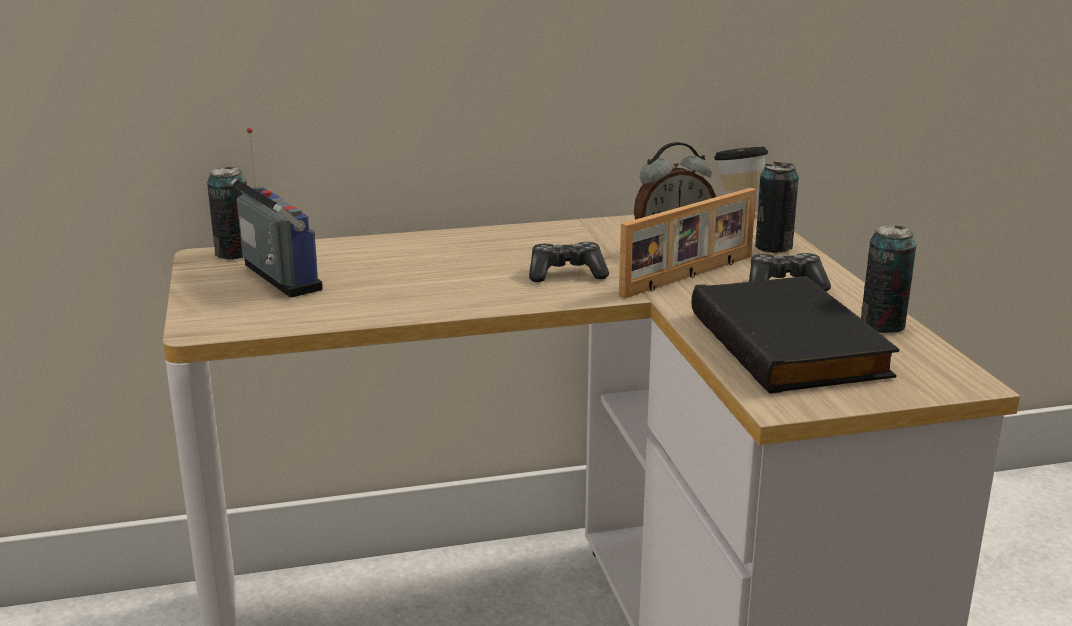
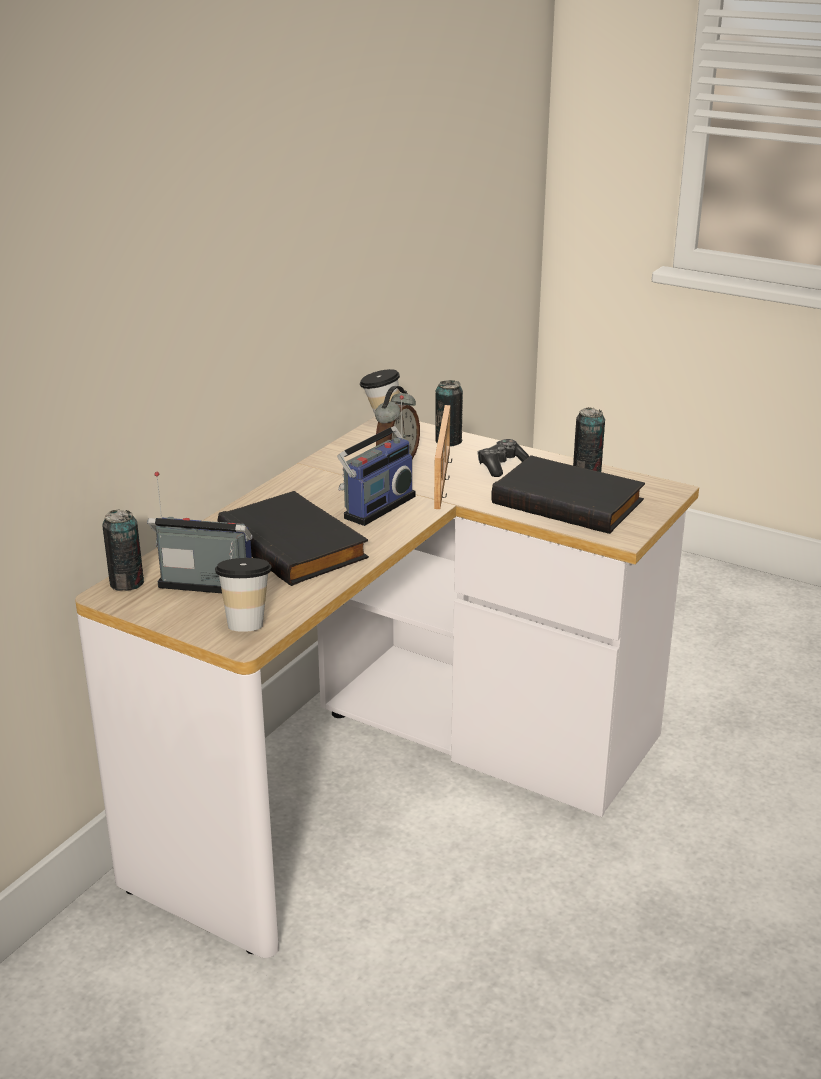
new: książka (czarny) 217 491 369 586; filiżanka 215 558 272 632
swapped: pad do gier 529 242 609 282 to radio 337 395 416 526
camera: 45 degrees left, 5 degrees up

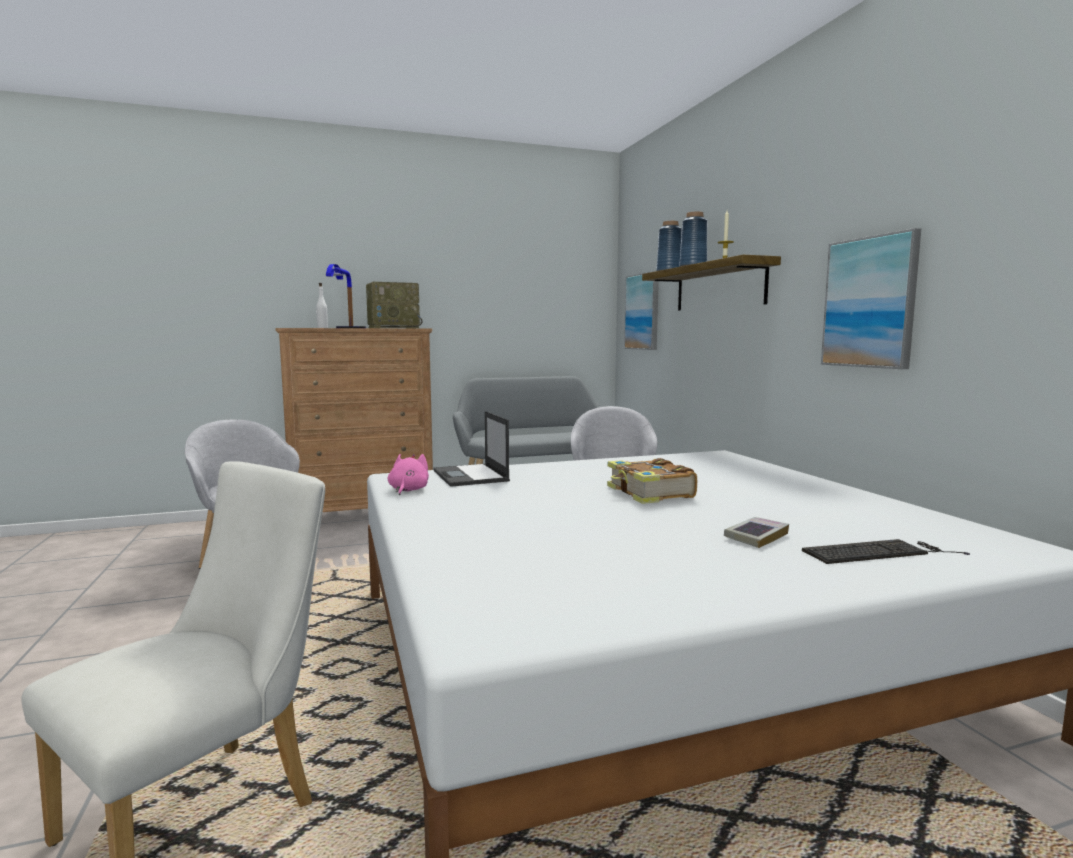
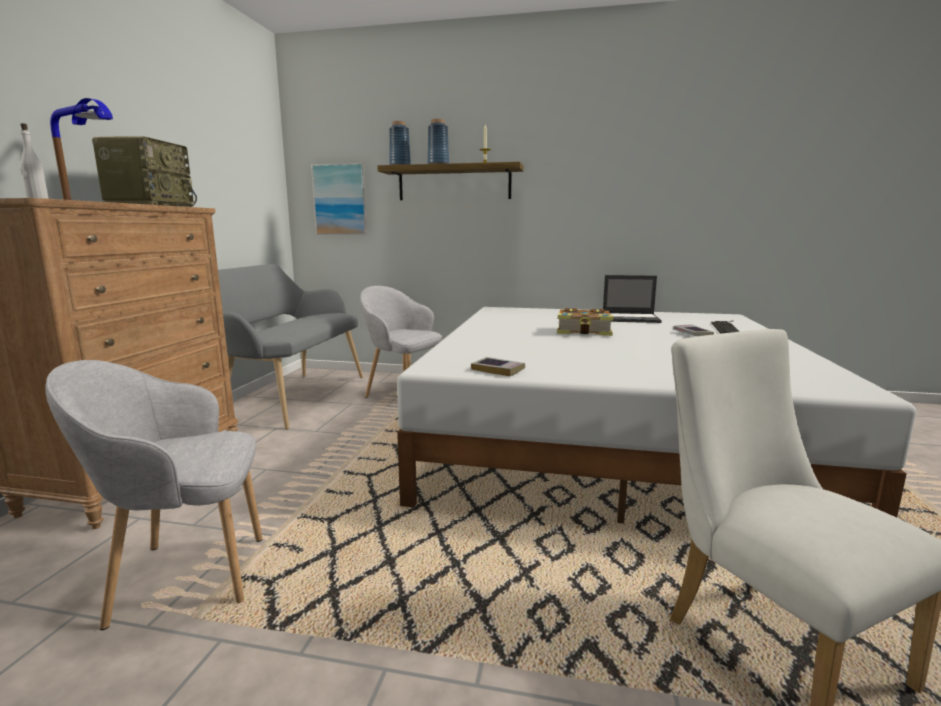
gone: obraz 821 228 921 369
shifted: laptop 433 411 510 487 to 603 275 662 323
swapped: pluszak (różowy) 388 454 429 495 to książka 471 357 525 376
camera: 60 degrees left, 5 degrees up

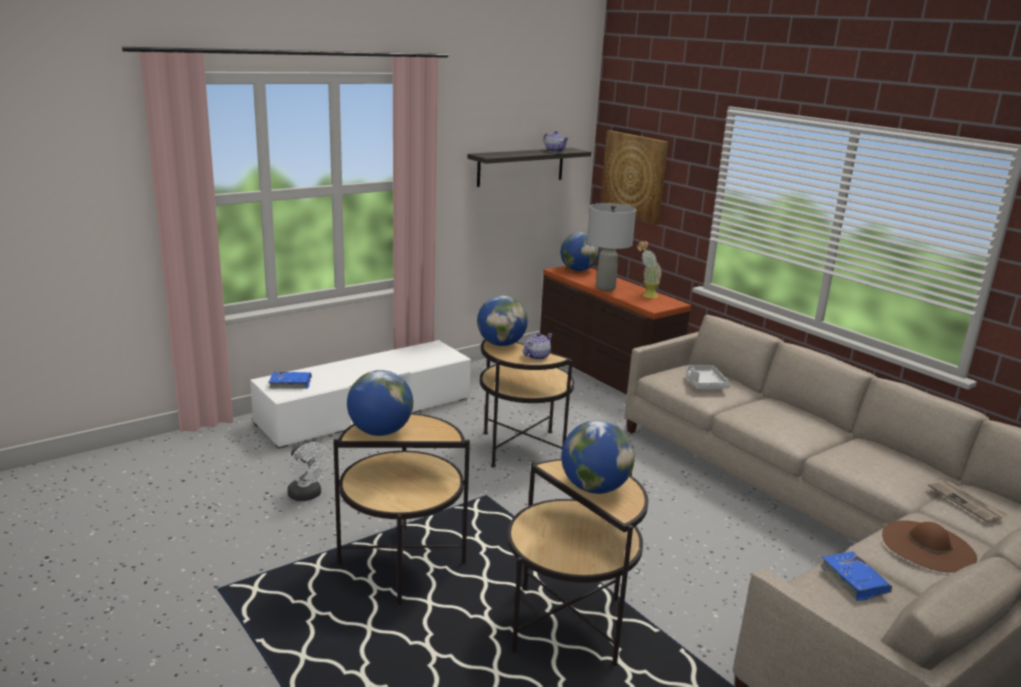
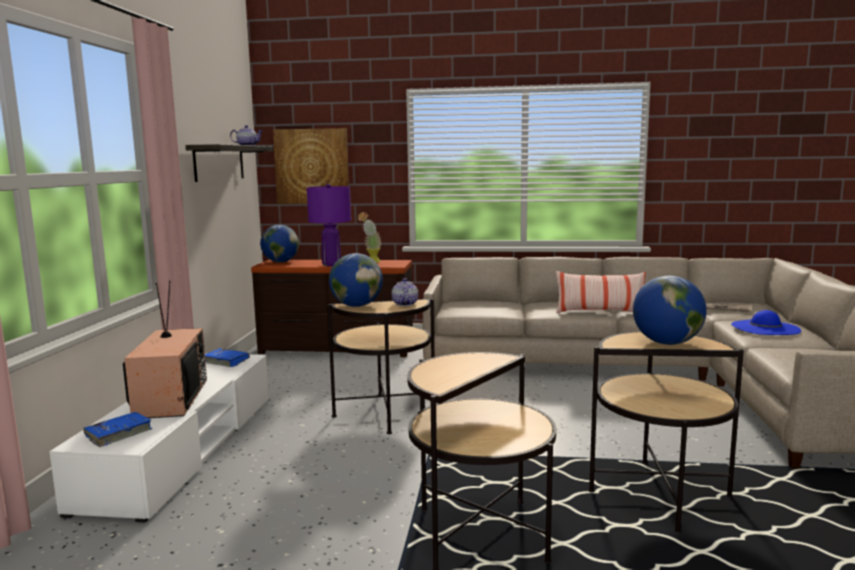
gone: taca (szary) 686 365 730 389; globus 347 370 413 436; wentylator (biały) 287 442 331 501
new: poduszka 556 271 646 313; telewizor 123 281 207 418
shifted: książka (niebieski) 821 551 892 601 to 205 348 250 367
repainted: lampa stołowa (szary) 587 203 636 291 to lampa stołowa (fioletowy) 307 184 351 267; kapelusz (brązowy) 882 520 977 573 to kapelusz (niebieski) 731 310 801 335
camera: 45 degrees left, 10 degrees down

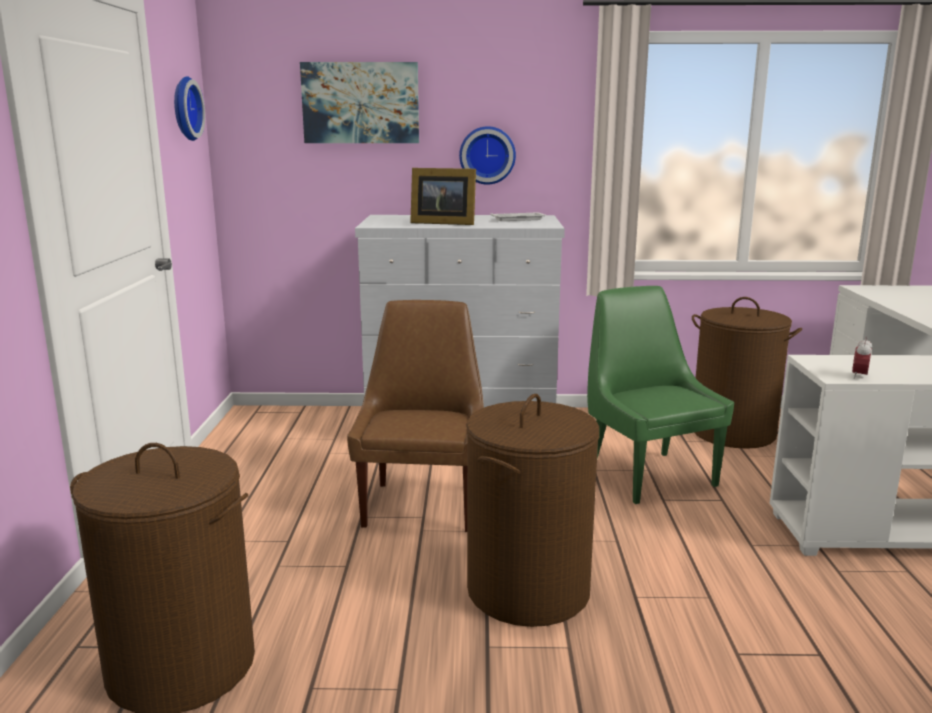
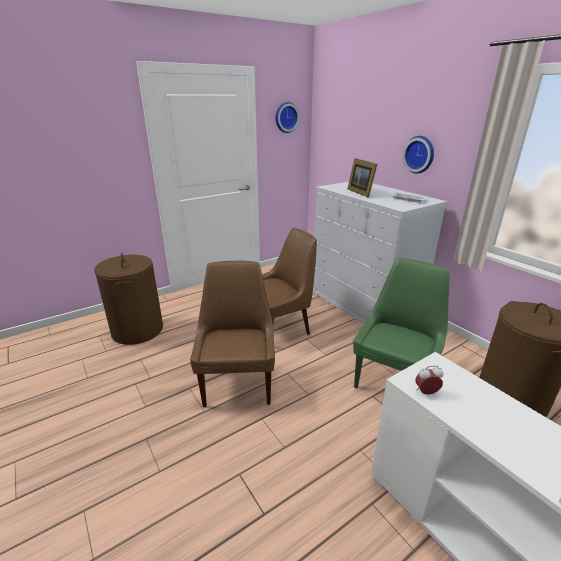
gone: obraz 300 62 419 143
swapped: kosz na pranie (brązowy) 466 394 599 627 to krzesło (brązowy) 190 261 275 407
camera: 55 degrees right, 10 degrees up

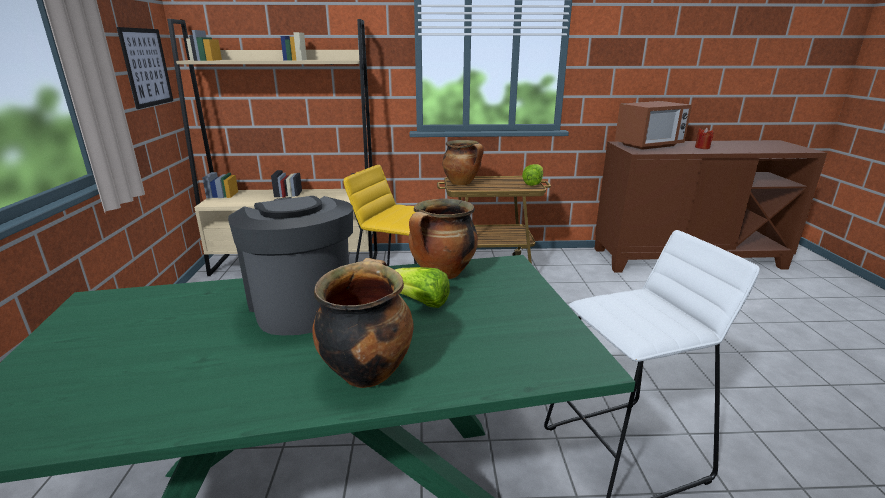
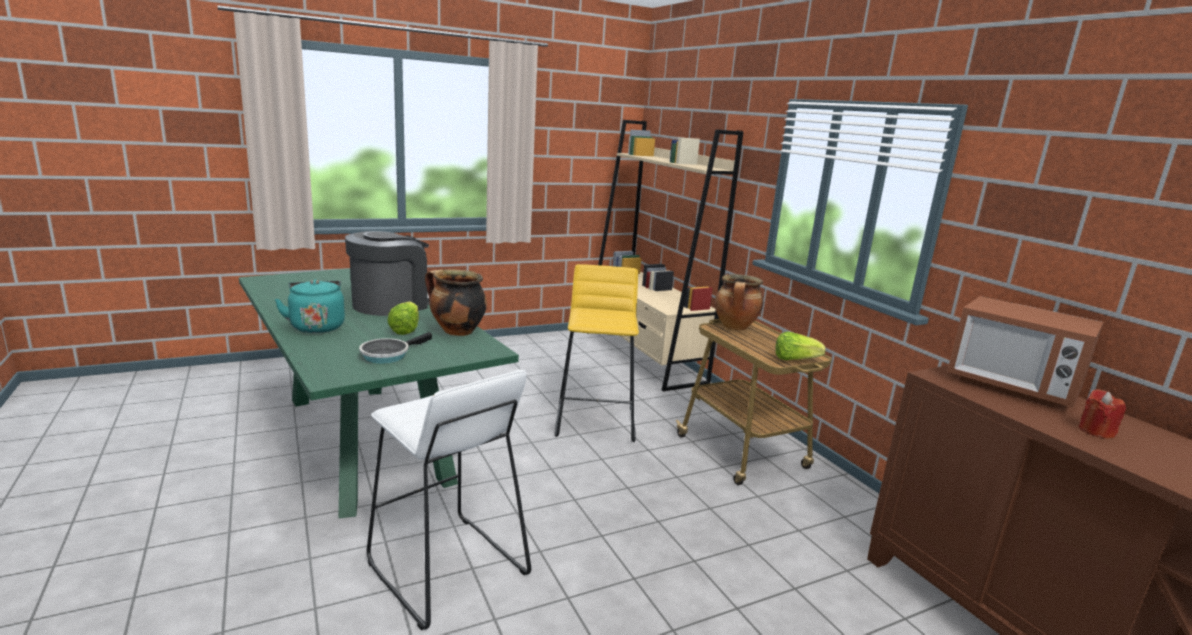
gone: obraz 117 27 173 109
new: patelnia 359 332 432 364
swapped: garnek 312 258 413 388 to czajnik (turkusowy) 274 279 345 333
camera: 65 degrees right, 5 degrees down

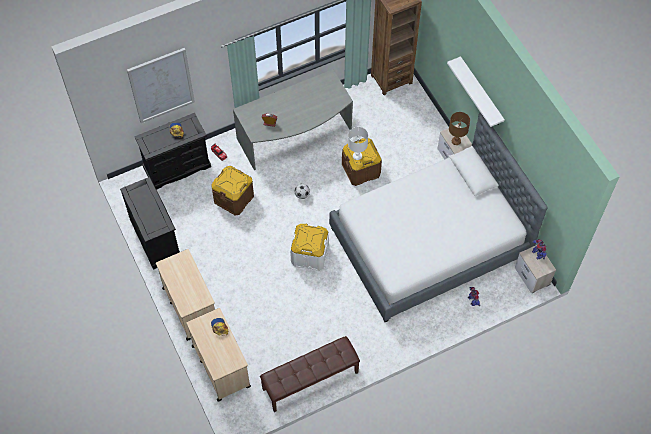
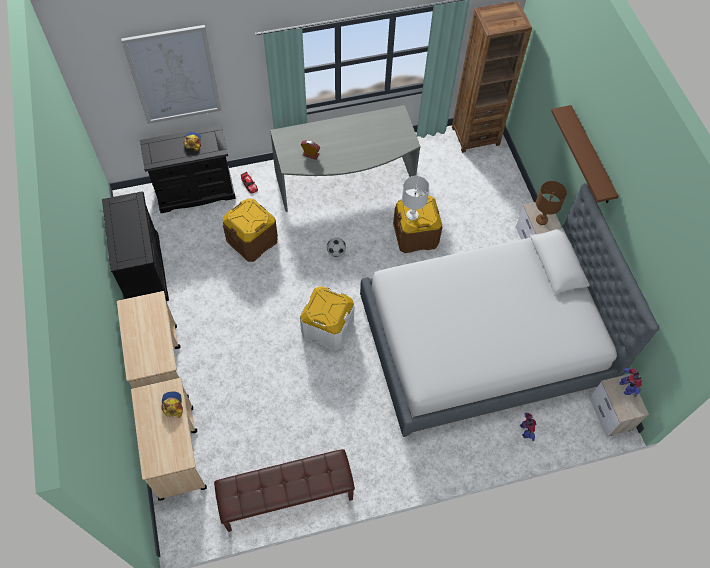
repainted: półka (biały) 447 56 505 127 to półka (brązowy) 551 105 618 203
camera: 10 degrees right, 0 degrees up

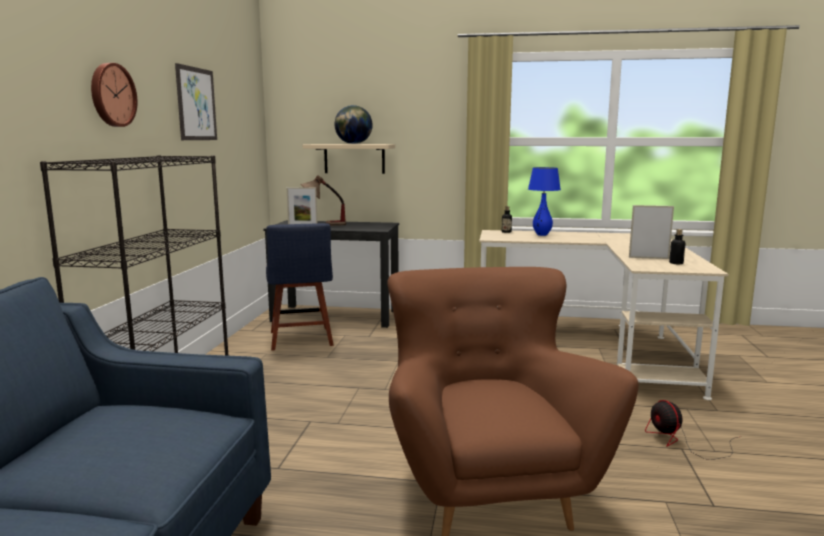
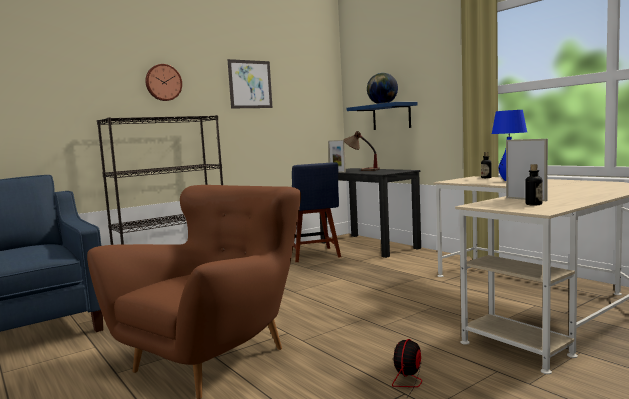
repainted: półka (beżowy) 303 144 395 174 to półka (niebieski) 347 102 418 130
rotated: krzesło (niebieski) 266 223 334 351 = 292 162 341 262 45 degrees counterclockwise
camera: 45 degrees right, 5 degrees down

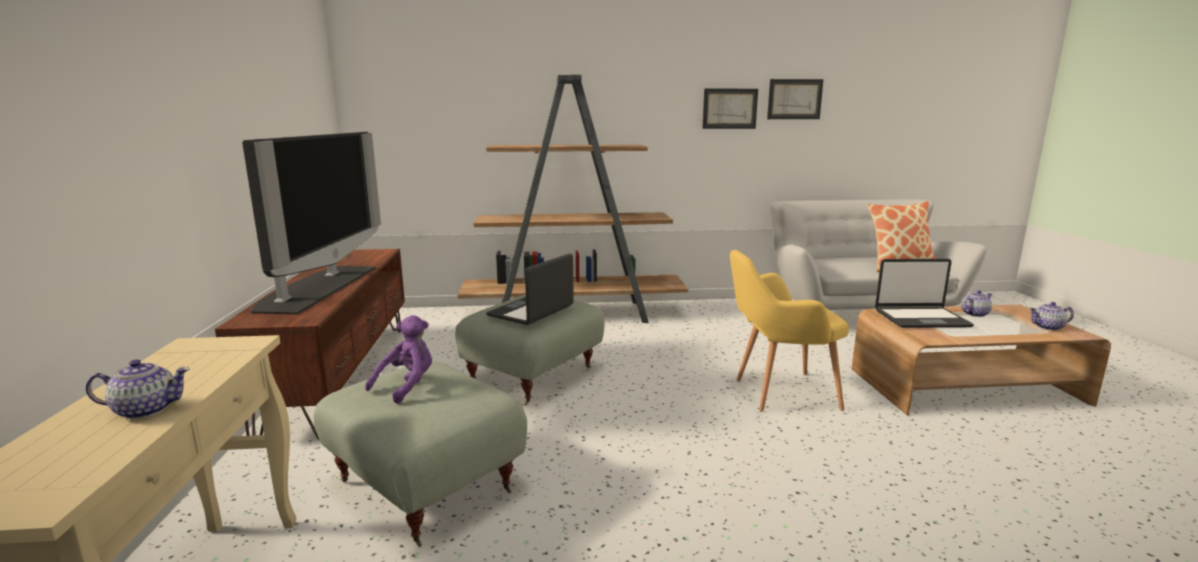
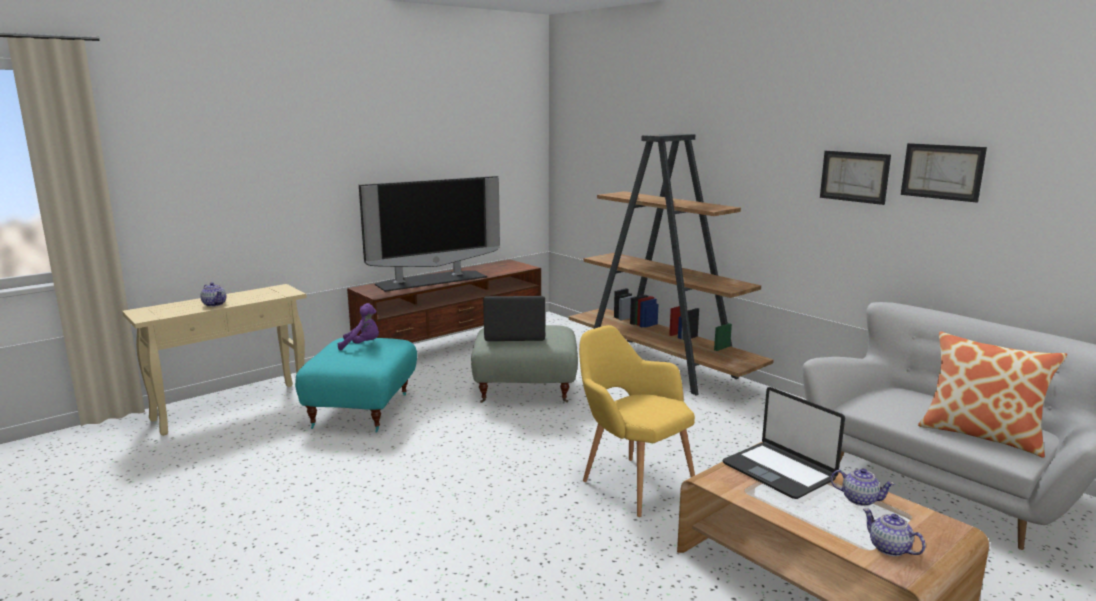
repainted: pufa (szary) 314 361 527 547 to pufa (turkusowy) 295 338 417 433
camera: 55 degrees right, 0 degrees up

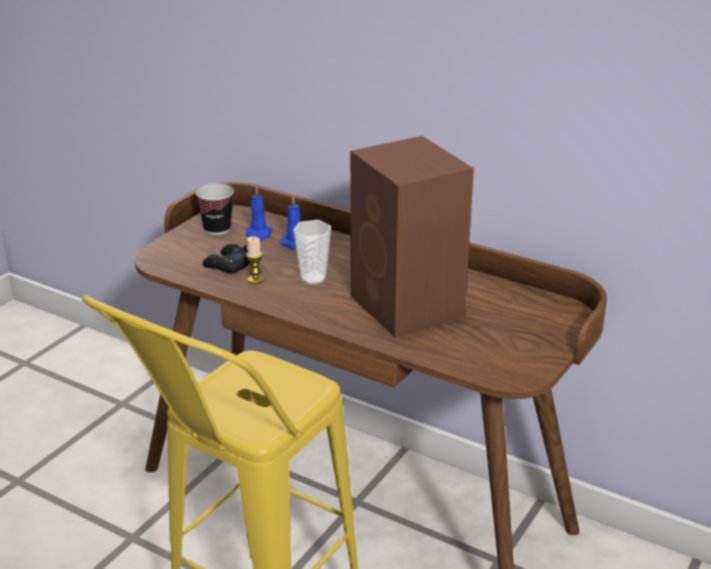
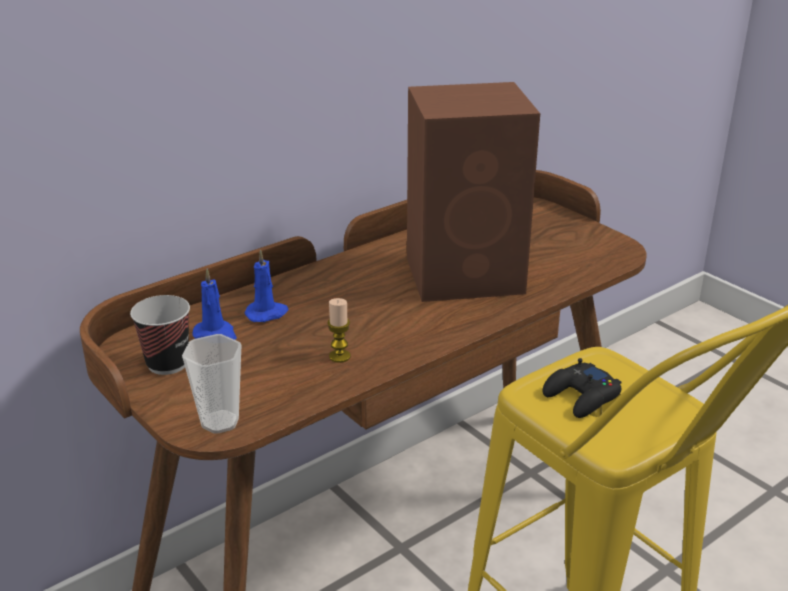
shifted: filiżanka 293 220 331 285 to 182 334 242 434; pad do gier (czarny) 202 244 251 274 to 543 358 622 418
camera: 70 degrees left, 0 degrees up

